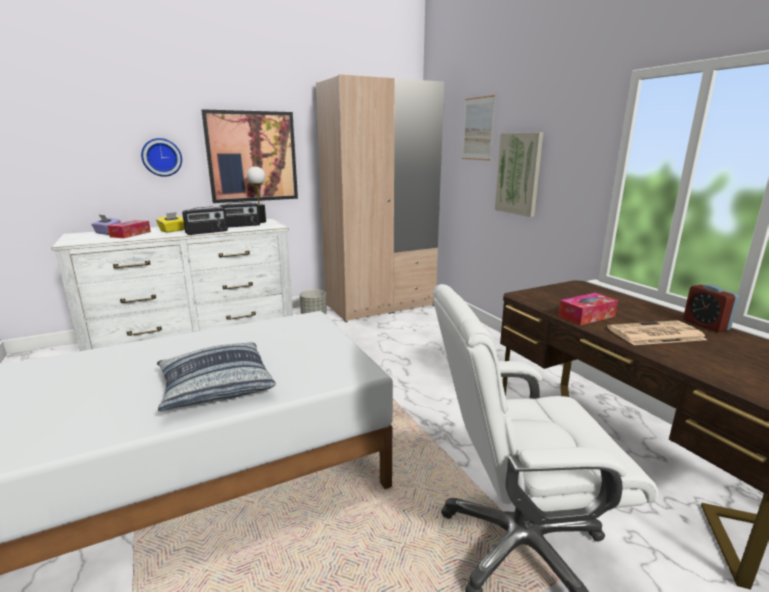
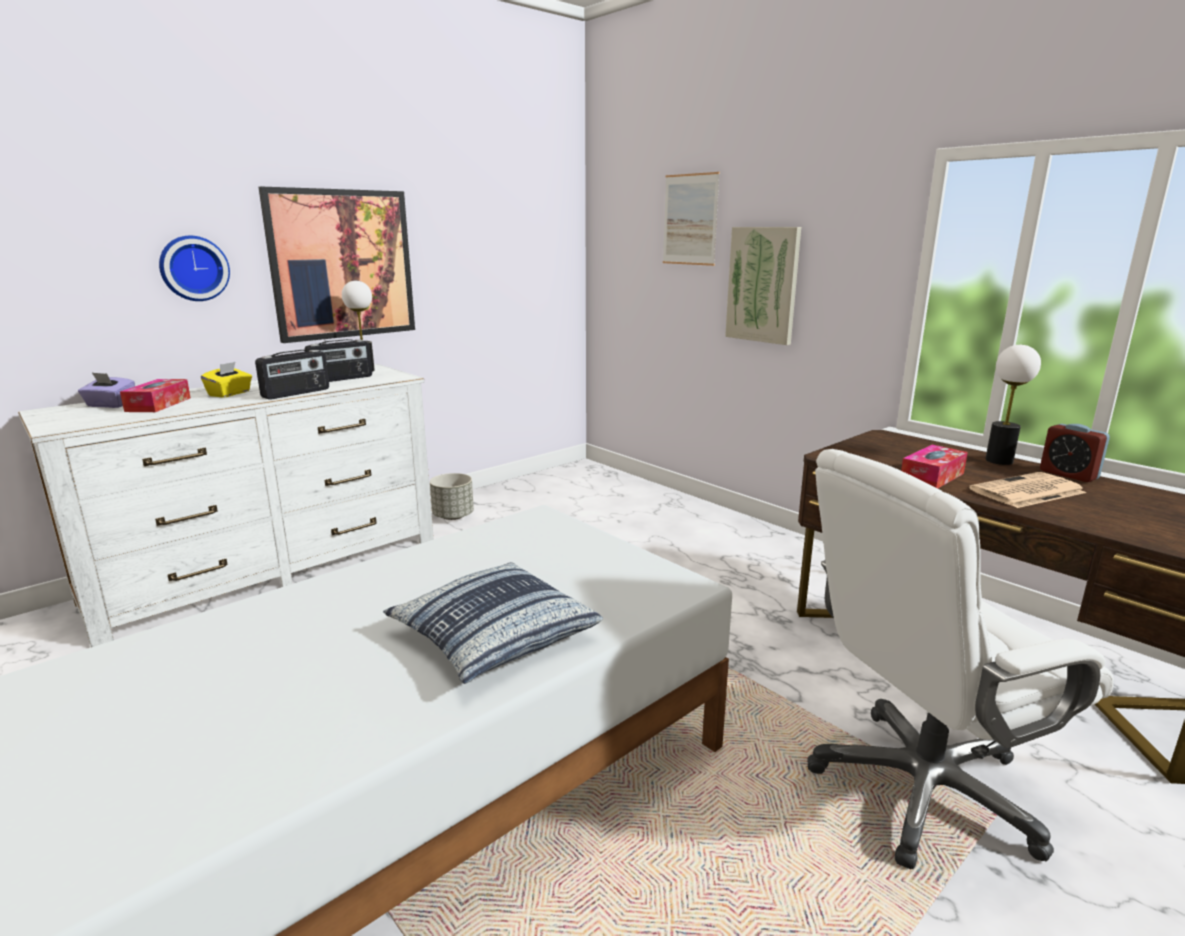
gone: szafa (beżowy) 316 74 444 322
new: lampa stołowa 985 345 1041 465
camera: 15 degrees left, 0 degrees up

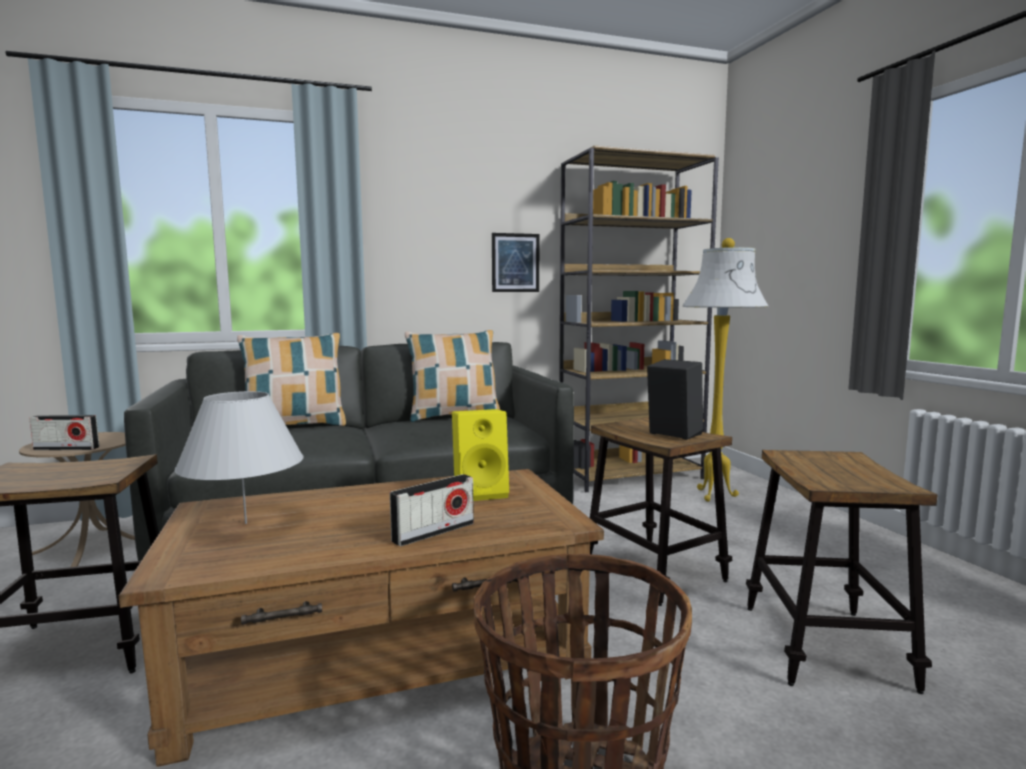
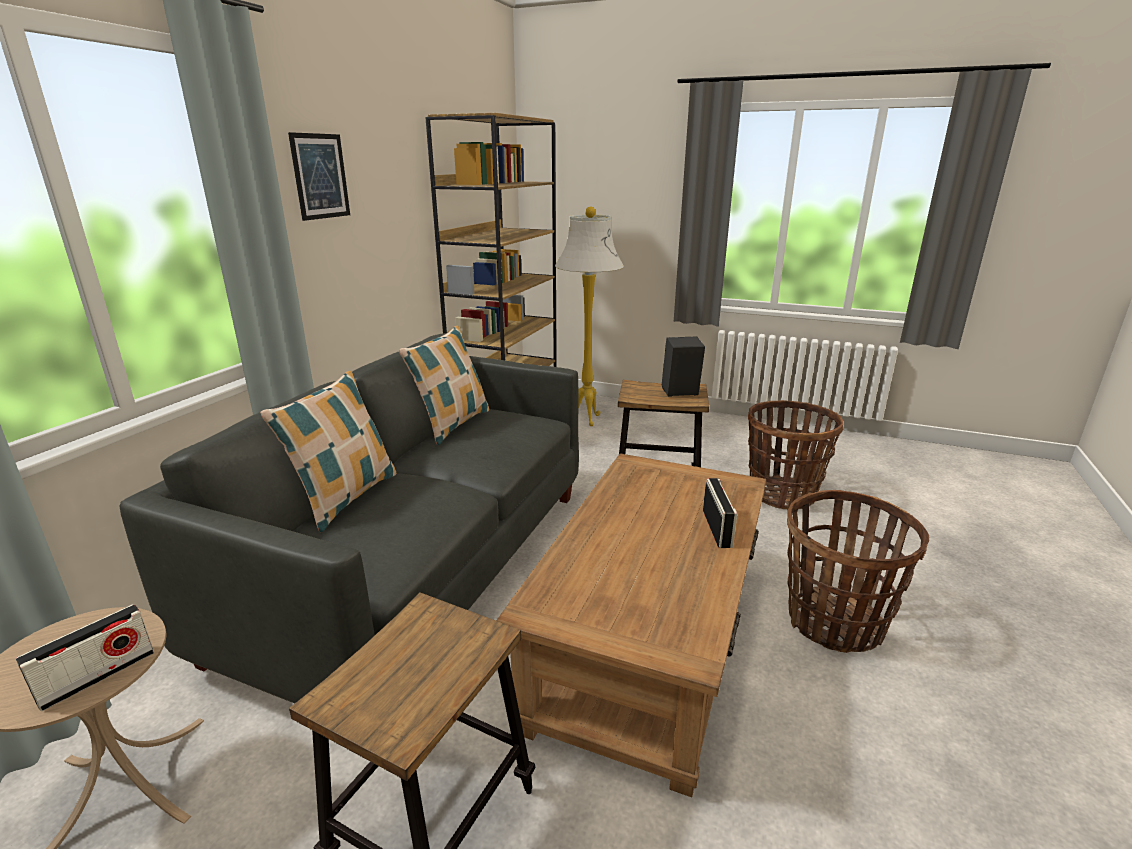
gone: lampa stołowa (biały) 175 391 303 524; głośnik (żółty) 452 409 509 501
shifted: obraz 492 233 539 292 to 288 132 350 221
swapped: stołek 746 450 938 694 to koszyk 748 400 844 510
camera: 50 degrees left, 15 degrees up

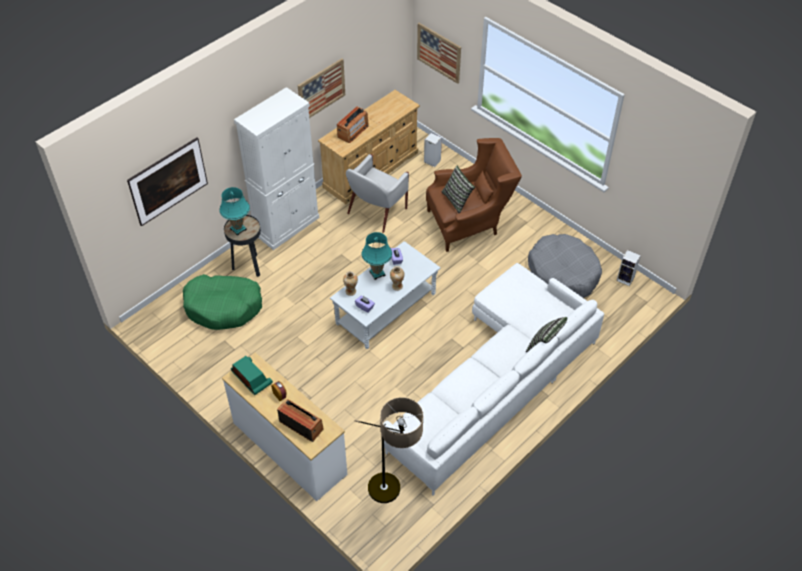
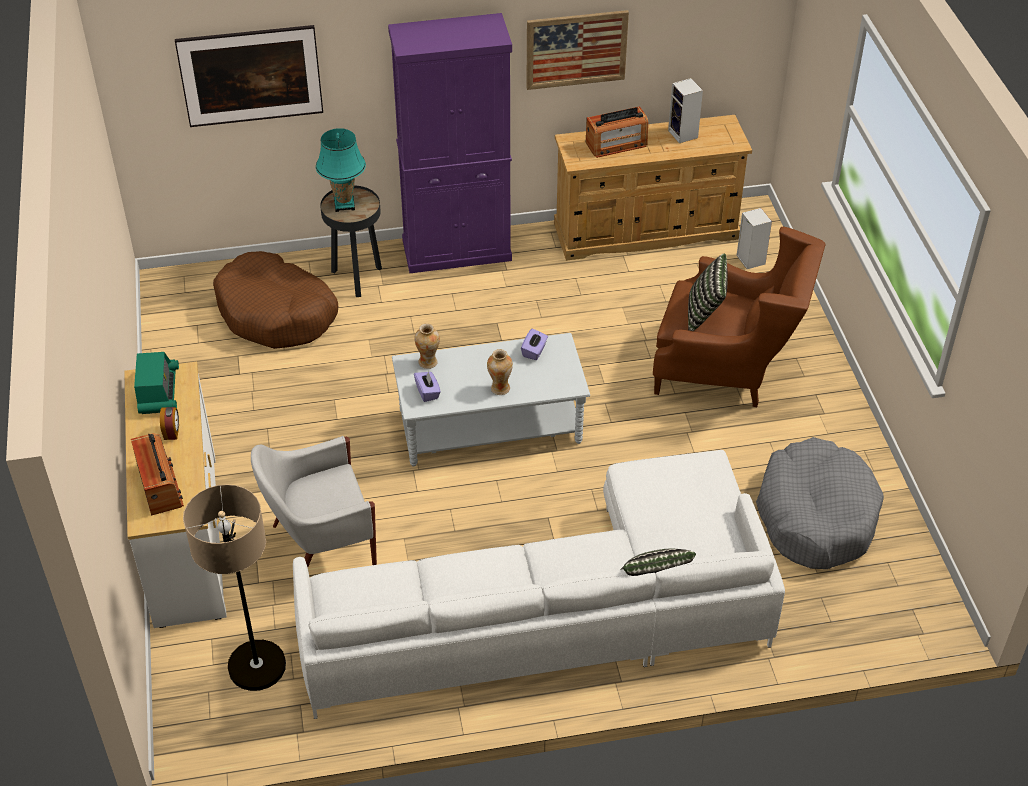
gone: obraz 417 23 461 84; lampa stołowa (turkusowy) 362 232 392 280
shifted: fotel (biały) 346 154 409 233 to 251 436 377 567; głośnik 617 250 641 286 to 668 78 703 143
repainted: szafka (biały) 234 87 319 250 to szafka (fioletowy) 388 13 512 273; legowisko (zielony) 183 274 262 330 to legowisko (brązowy) 213 251 338 349
camera: 35 degrees right, 5 degrees down

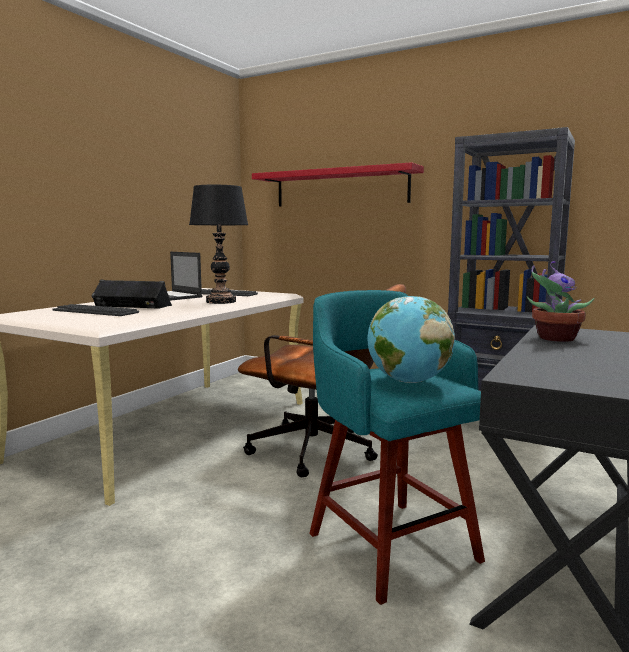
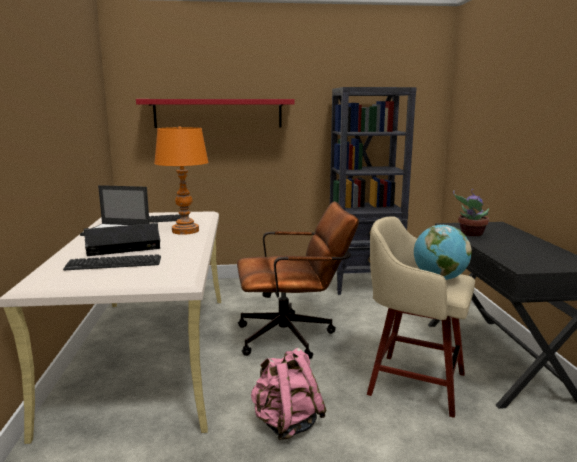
new: plecak (różowy) 251 348 326 440
repainted: lampa stołowa (czarny) 189 185 248 304 to lampa stołowa (pomarańczowy) 154 127 209 235; stołek (turkusowy) 309 290 485 605 to stołek (beżowy) 367 216 475 418
camera: 35 degrees left, 5 degrees up

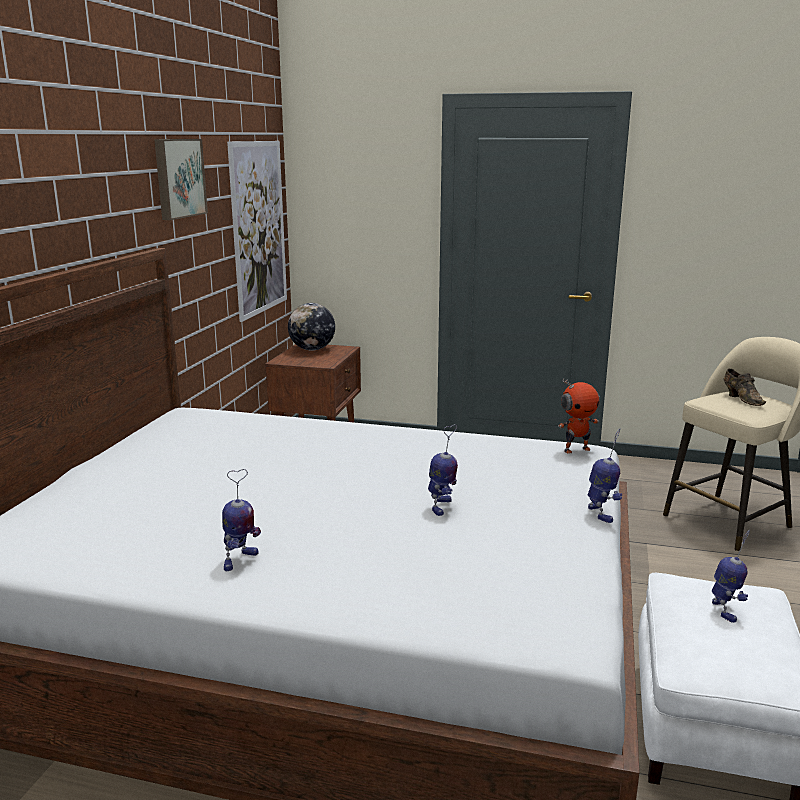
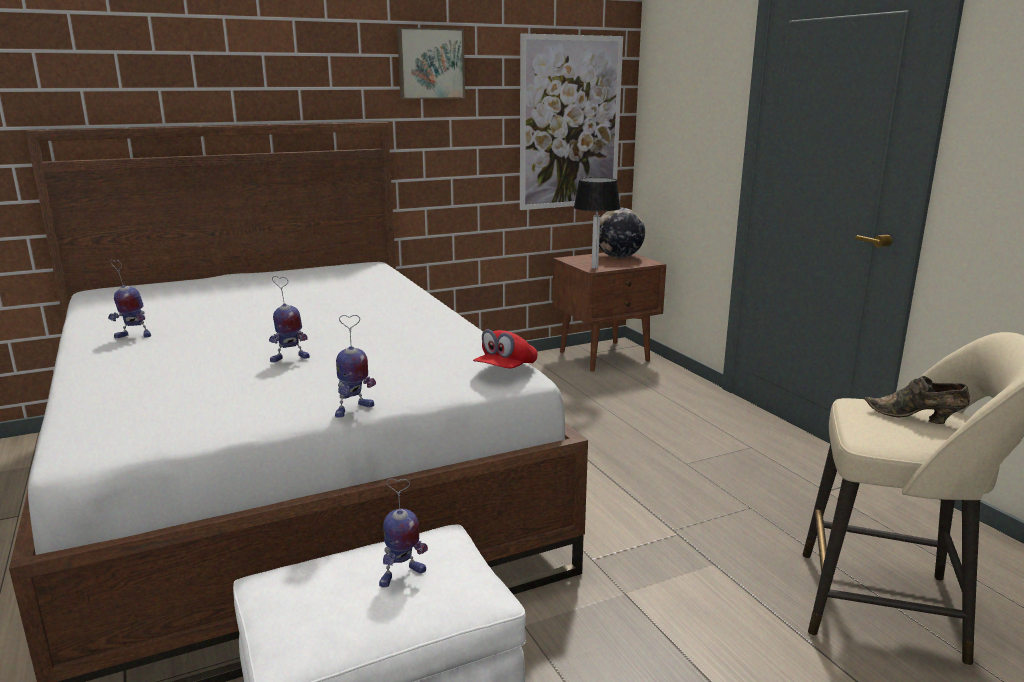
new: lampa stołowa 574 177 621 269
swapped: robot zabawkowy 558 378 600 454 to czapka z daszkiem (czerwony) 473 329 537 369
rotated: but (brązowy) 724 369 766 406 = 865 376 970 424 90 degrees clockwise
camera: 50 degrees right, 0 degrees up

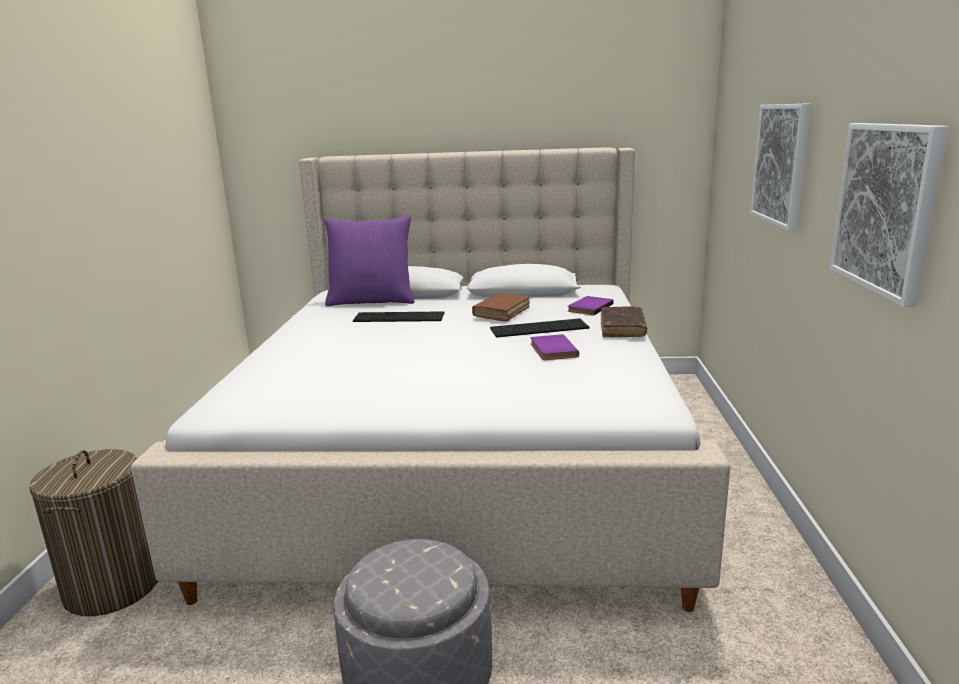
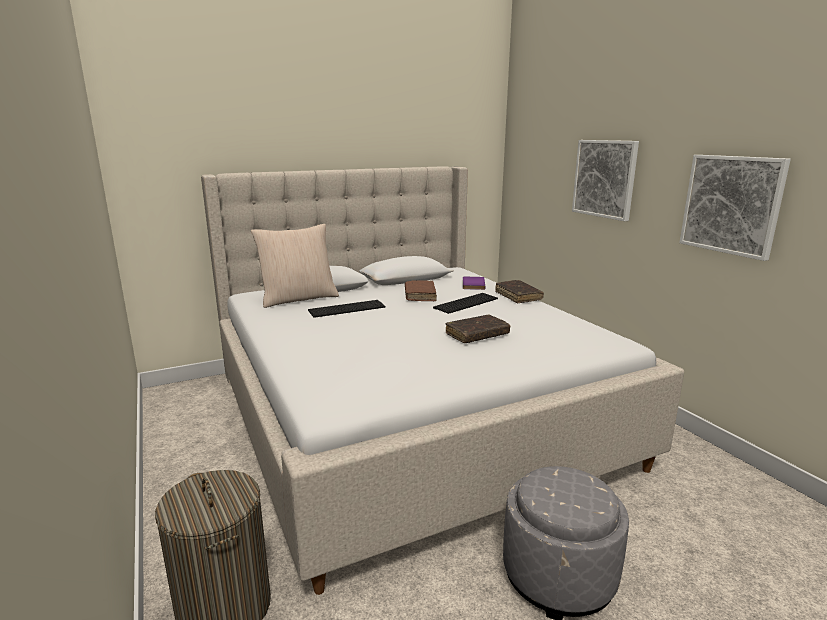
gone: książka (fioletowy) 531 334 579 360
new: książka (brązowy) 445 315 510 343
repainted: poduszka (fioletowy) 324 216 414 306 to poduszka (beżowy) 251 224 339 308
camera: 30 degrees left, 0 degrees up

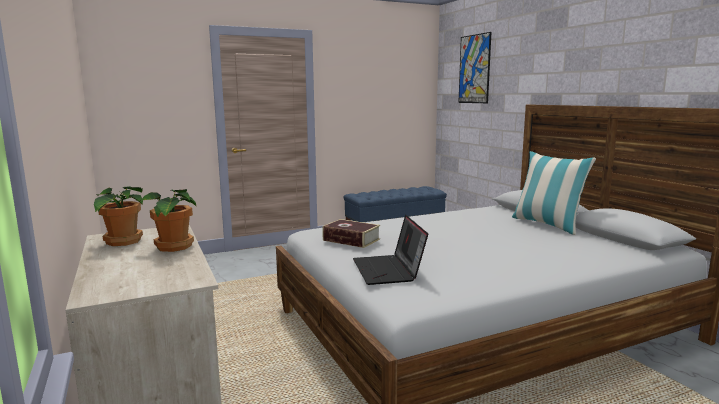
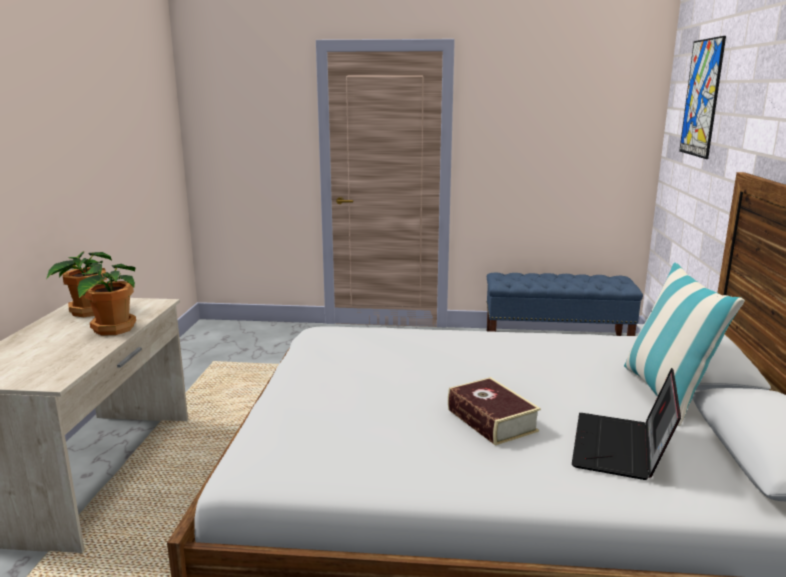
shifted: laptop 353 215 428 285 to 572 368 681 480; książka 322 219 380 248 to 448 377 541 446
camera: 30 degrees right, 5 degrees up

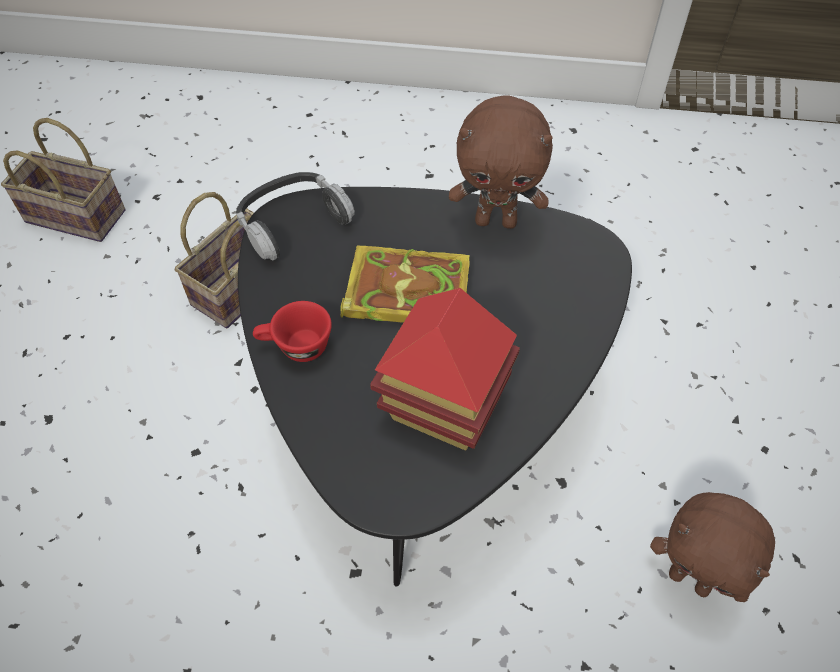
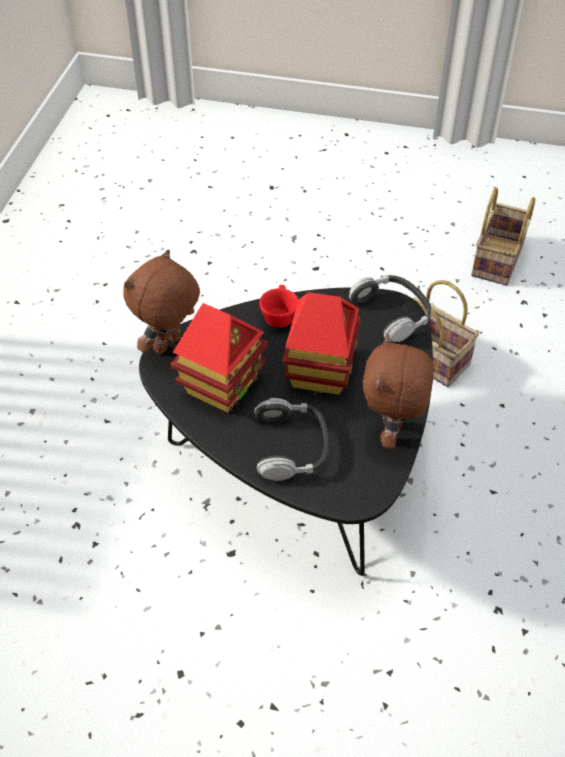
new: słuchawki 254 398 329 481
shifted: pluszak (brązowy) 650 492 775 602 to 123 250 200 355
swapped: książka 340 245 470 323 to domek 282 292 361 395
camera: 95 degrees right, 5 degrees down

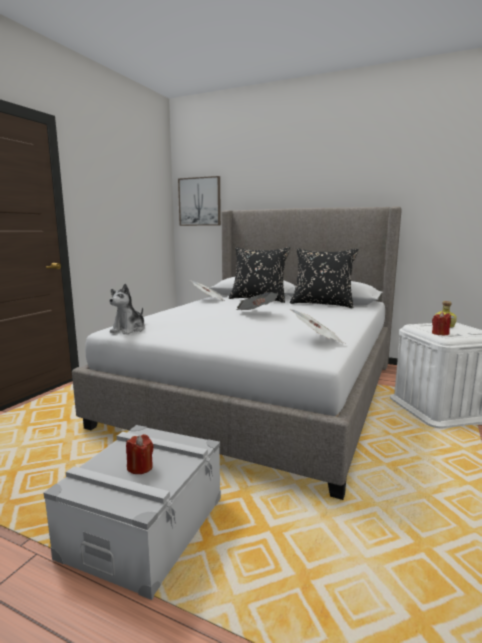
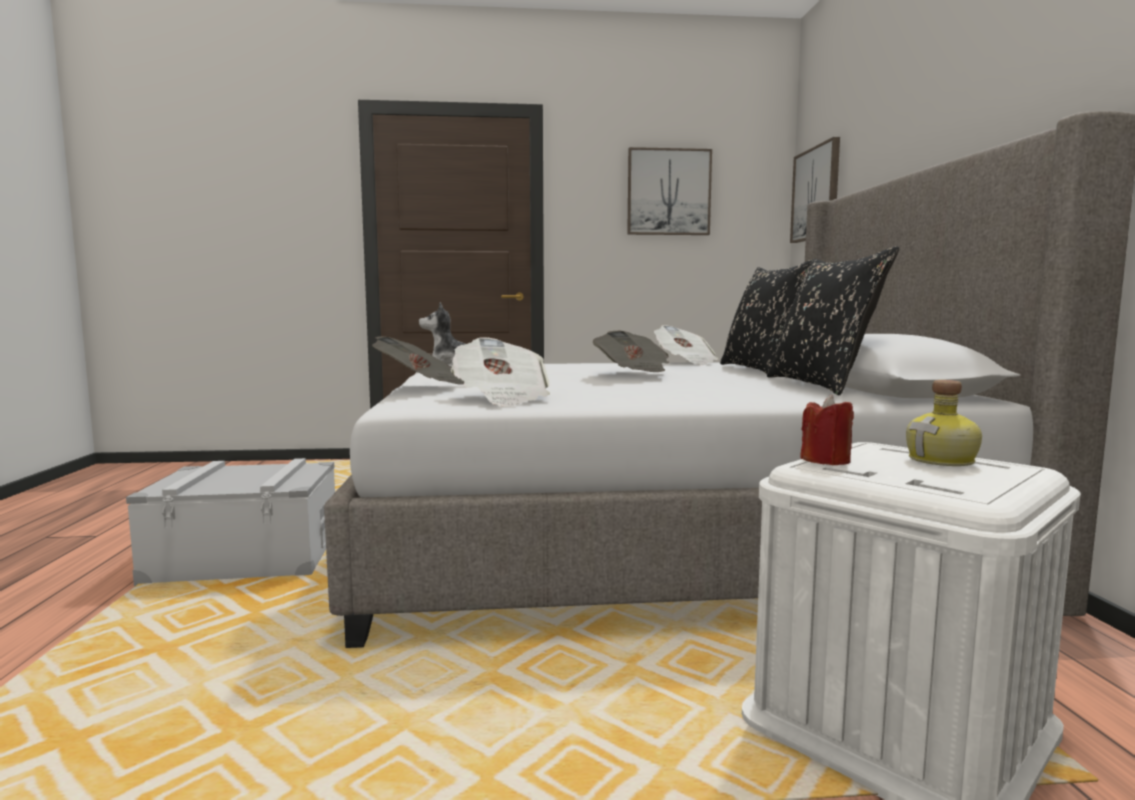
gone: świeca (czerwony) 126 434 154 474
new: obraz 627 147 712 235; gazeta 372 336 464 385
camera: 60 degrees right, 5 degrees down

